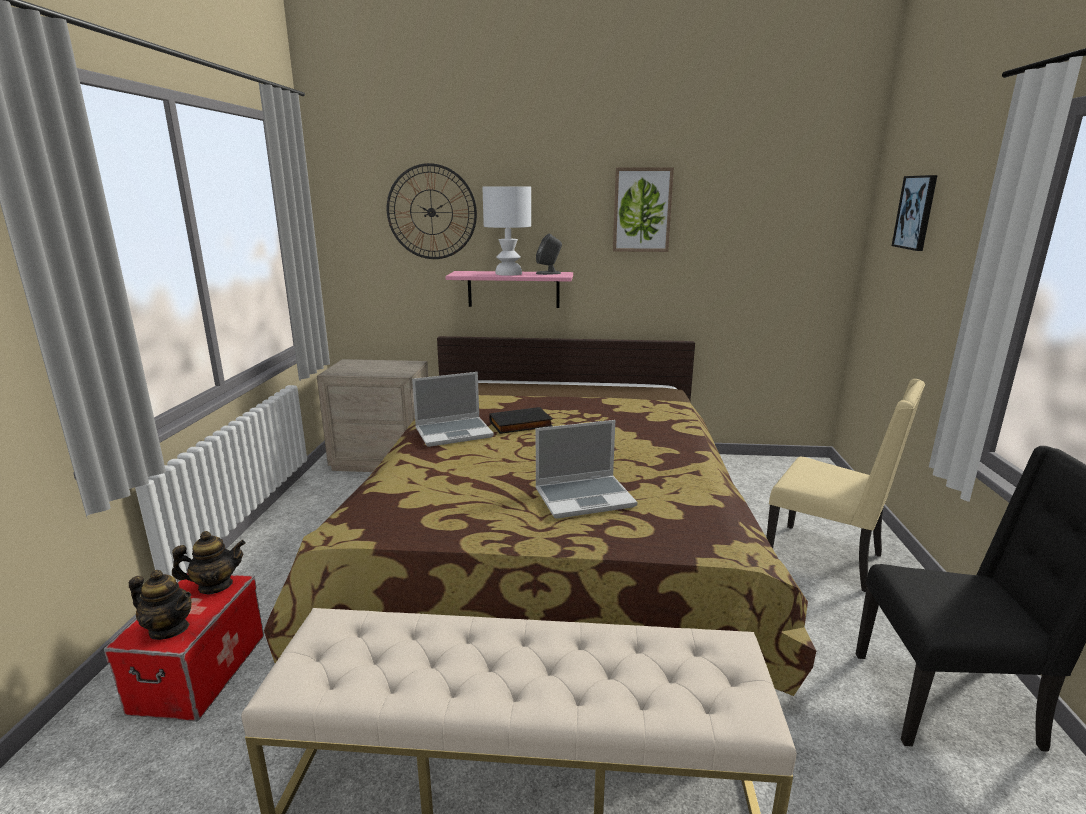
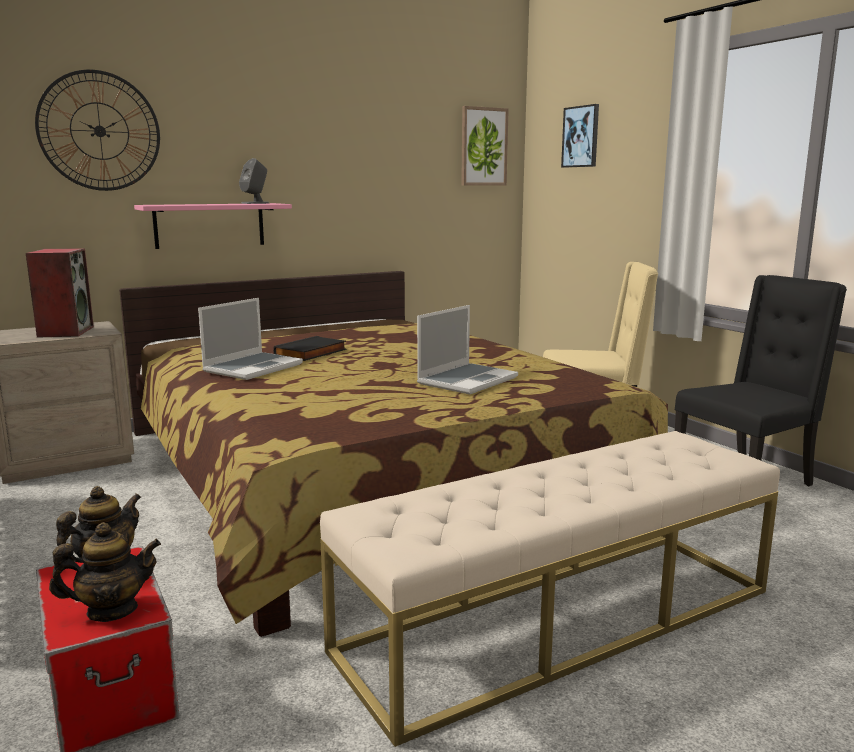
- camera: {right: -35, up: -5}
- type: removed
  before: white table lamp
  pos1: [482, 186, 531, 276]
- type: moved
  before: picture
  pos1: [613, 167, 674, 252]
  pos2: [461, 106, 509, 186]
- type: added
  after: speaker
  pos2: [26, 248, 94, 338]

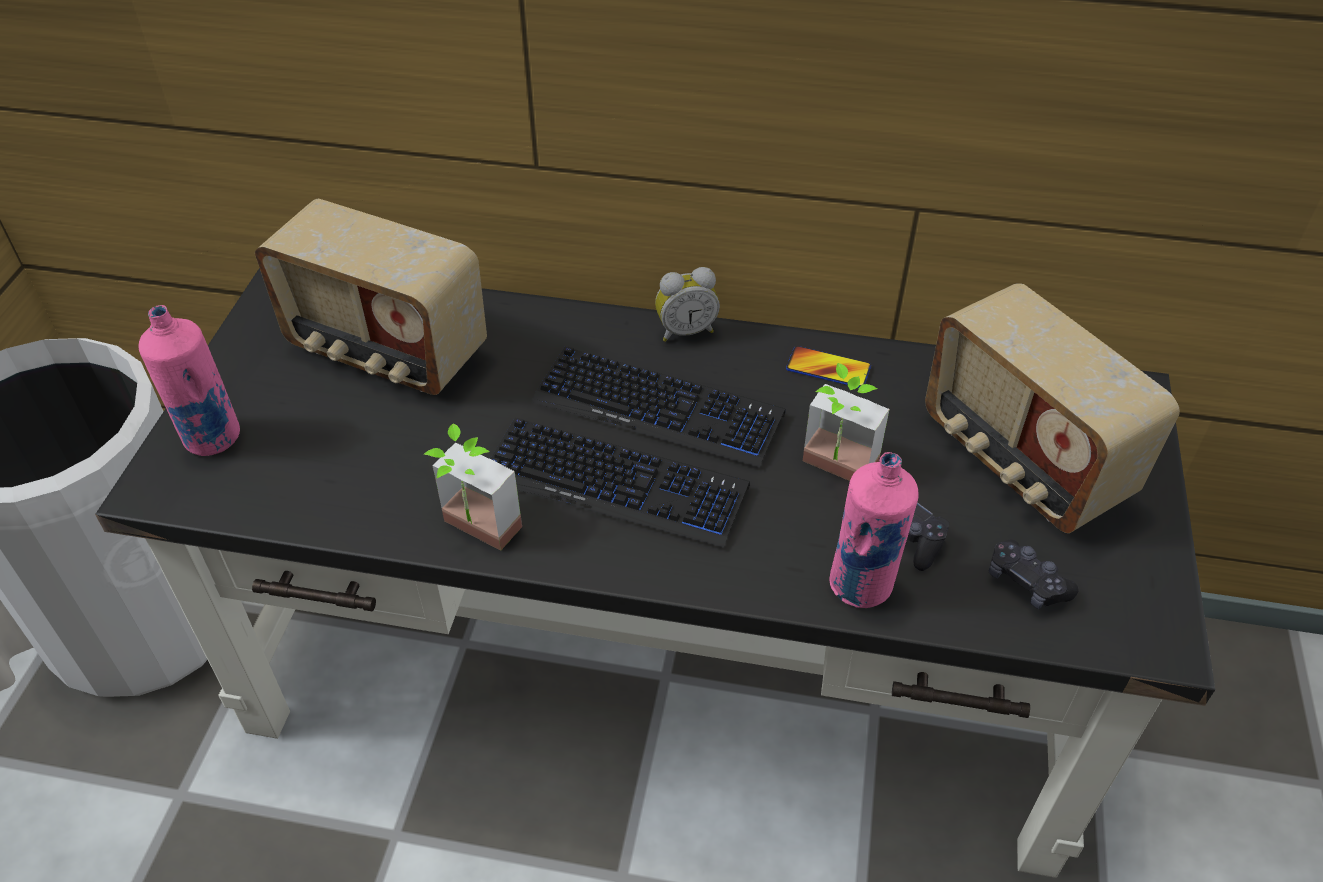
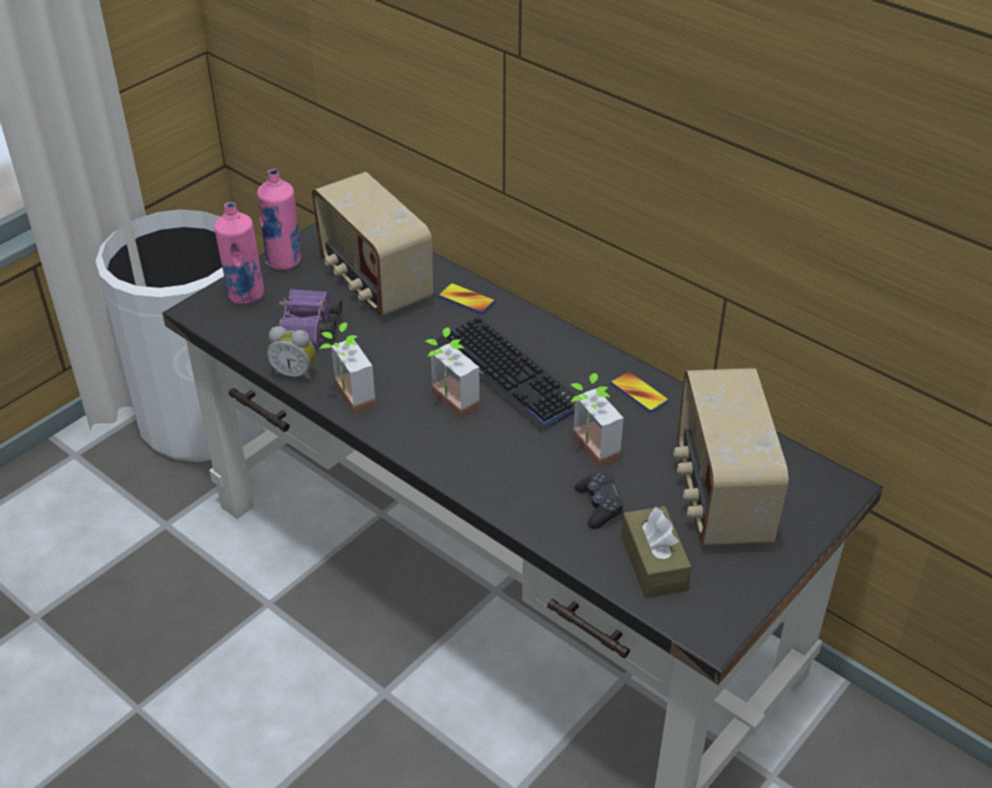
- camera: {right: 30, up: -5}
- type: replaced
  before: keyboard
  after: potted plant
  pos1: [490, 418, 750, 548]
  pos2: [425, 327, 480, 419]
- type: moved
  before: alarm clock
  pos1: [655, 267, 720, 342]
  pos2: [267, 326, 316, 382]
- type: moved
  before: pink bottle
  pos1: [830, 452, 919, 608]
  pos2: [257, 169, 301, 270]
- type: replaced
  before: black game controller
  after: brown tissue box
  pos1: [989, 539, 1079, 609]
  pos2: [621, 506, 692, 598]
- type: added
  after: purple binoculars
  pos2: [279, 289, 342, 346]
- type: added
  after: phone
  pos2: [438, 283, 496, 314]

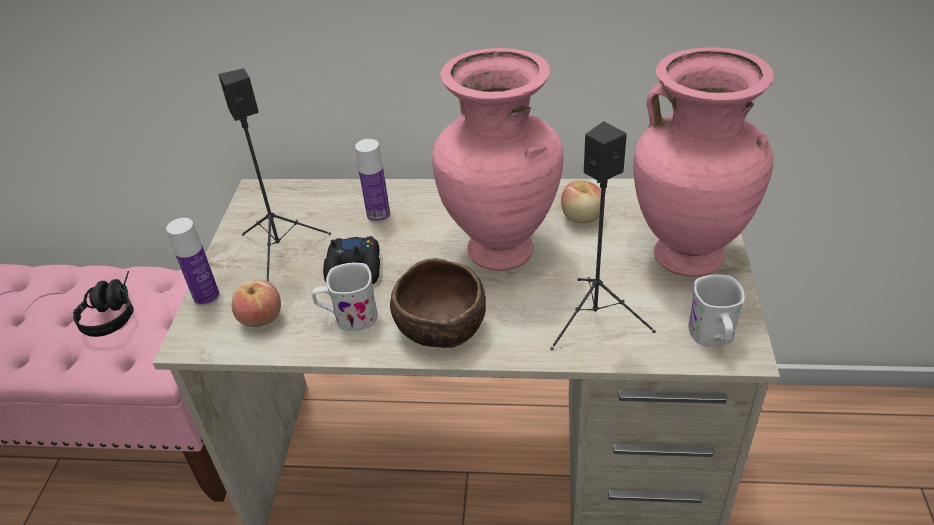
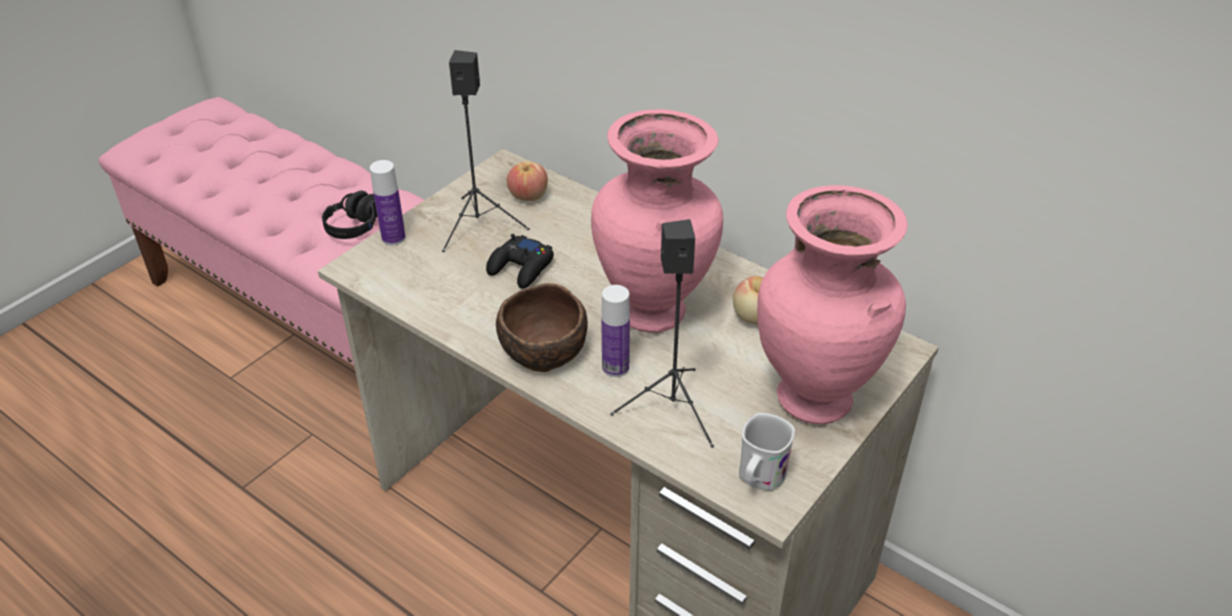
- camera: {right: 30, up: 0}
- type: moved
  before: apple
  pos1: [232, 280, 281, 327]
  pos2: [507, 161, 548, 201]
- type: removed
  before: white mug
  pos1: [312, 263, 377, 331]
- type: moved
  before: bottle
  pos1: [355, 139, 390, 223]
  pos2: [601, 285, 630, 377]

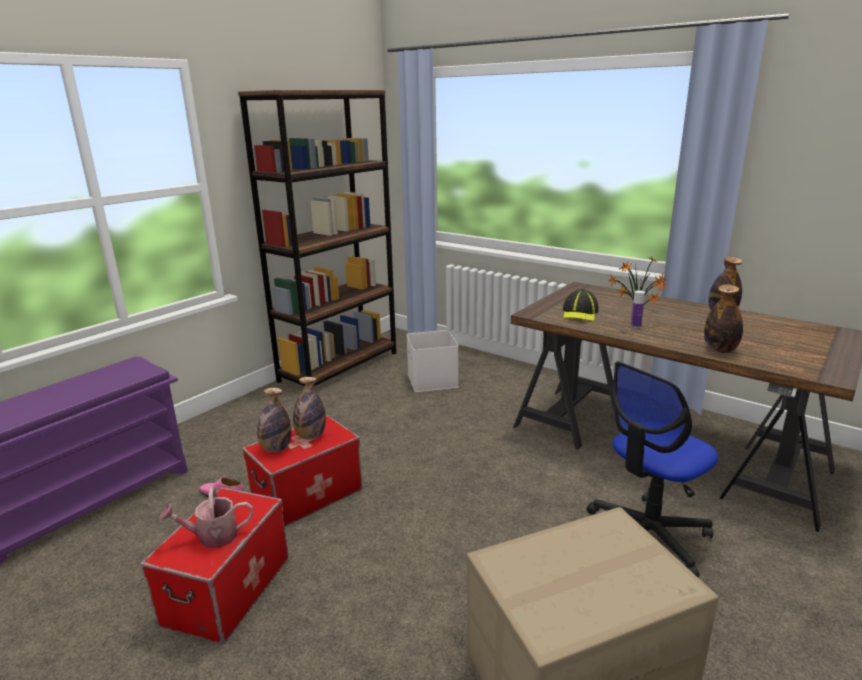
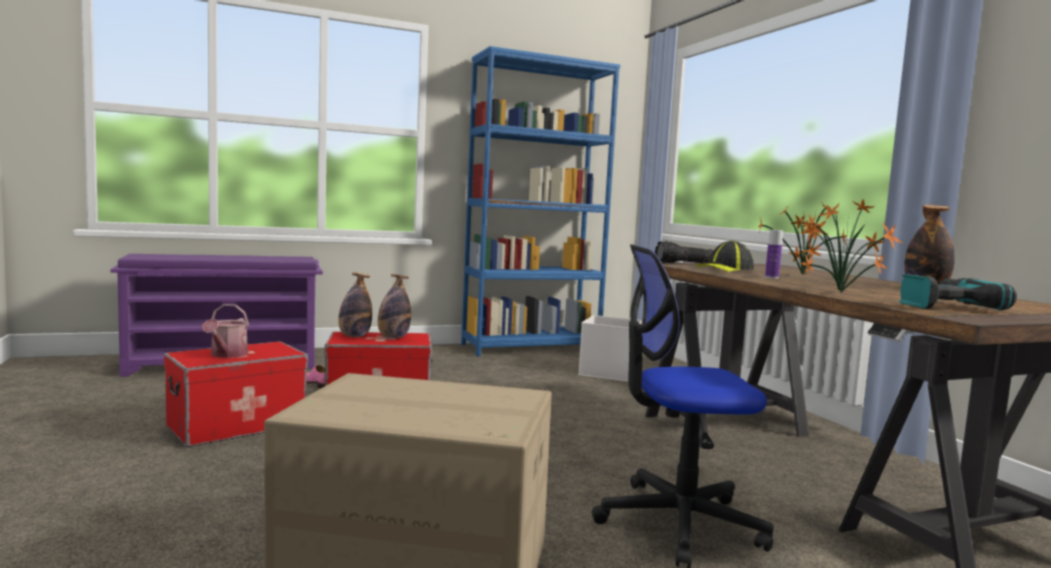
- camera: {right: 30, up: -15}
- type: turned
  before: watering can
  pos1: [160, 487, 253, 548]
  pos2: [202, 304, 249, 358]
  turn: -105
- type: recoloured
  before: brown bookcase
  after: blue bookcase
  pos1: [238, 90, 396, 386]
  pos2: [461, 46, 620, 356]
- type: replaced
  before: bottle
  after: potted plant
  pos1: [704, 284, 743, 353]
  pos2: [800, 199, 903, 293]
- type: added
  after: flashlight
  pos2: [655, 241, 714, 264]
- type: added
  after: power drill
  pos2: [899, 274, 1017, 310]

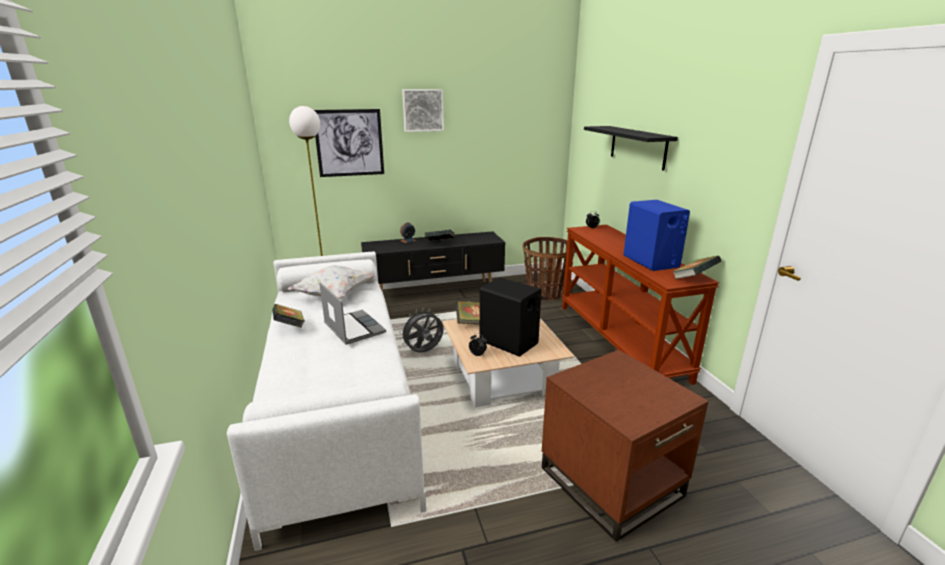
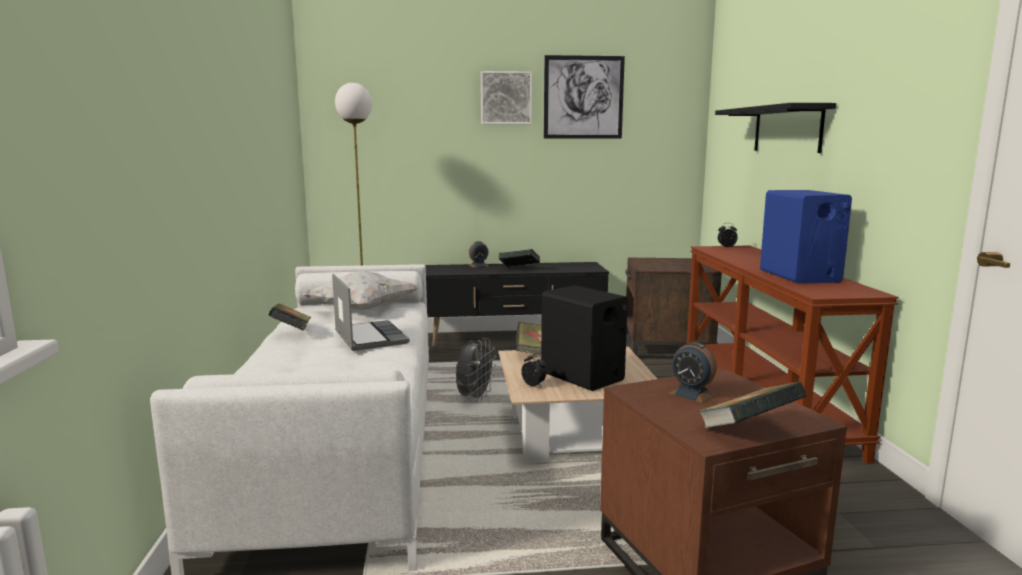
- camera: {right: 10, up: -10}
- type: moved
  before: picture
  pos1: [314, 109, 384, 177]
  pos2: [544, 55, 625, 138]
- type: turned
  before: grey fan
  pos1: [399, 308, 443, 353]
  pos2: [456, 338, 497, 402]
  turn: 135
- type: replaced
  before: basket
  after: brown side table
  pos1: [523, 237, 576, 300]
  pos2: [625, 258, 722, 359]
- type: moved
  before: book
  pos1: [672, 255, 722, 279]
  pos2: [698, 382, 807, 429]
- type: added
  after: alarm clock
  pos2: [668, 342, 717, 404]

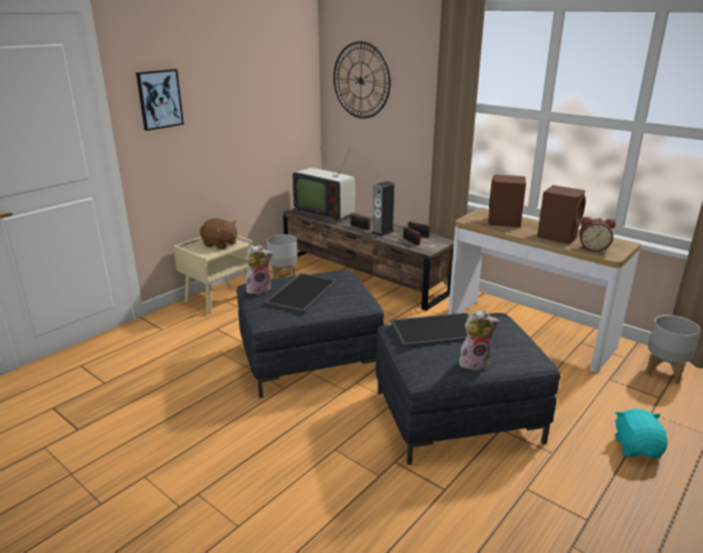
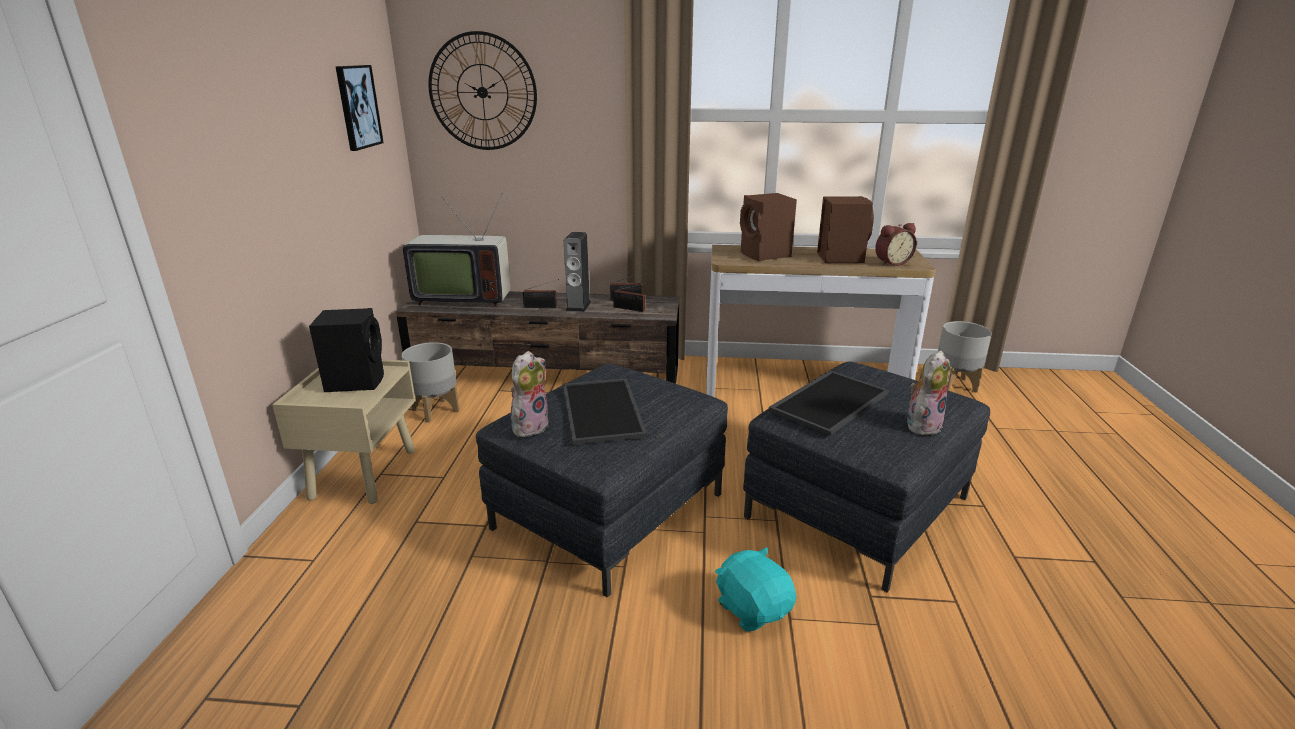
- camera: {right: -35, up: 0}
- type: moved
  before: picture
  pos1: [136, 69, 184, 131]
  pos2: [335, 65, 384, 151]
- type: replaced
  before: brown plush toy
  after: black speaker
  pos1: [200, 218, 237, 250]
  pos2: [309, 308, 384, 392]
- type: moved
  before: turquoise plush toy
  pos1: [615, 409, 667, 458]
  pos2: [715, 547, 797, 631]

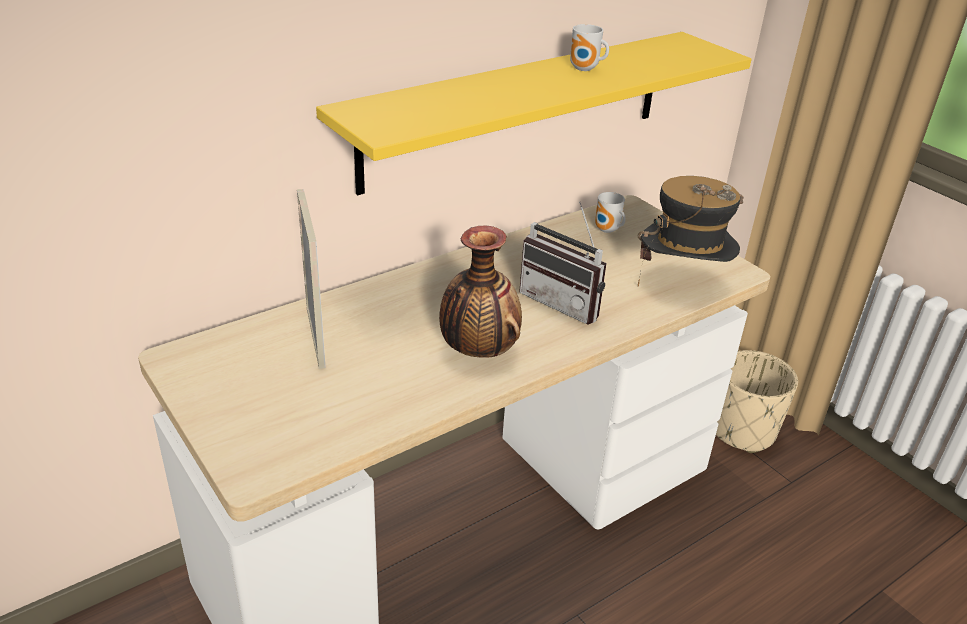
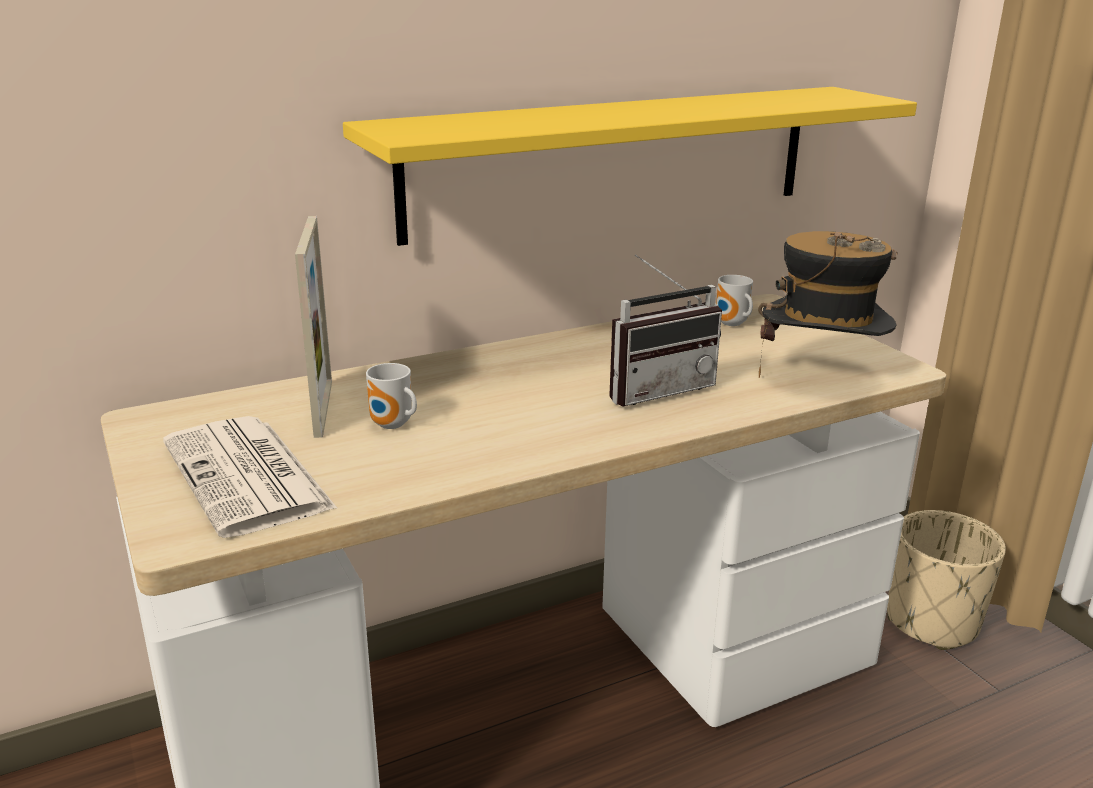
- camera: {right: 10, up: -10}
- type: removed
  before: vase
  pos1: [439, 225, 522, 358]
- type: turned
  before: radio
  pos1: [519, 202, 607, 324]
  pos2: [609, 254, 722, 407]
  turn: -75
- type: moved
  before: mug
  pos1: [570, 24, 609, 71]
  pos2: [366, 363, 417, 429]
- type: added
  after: newspaper
  pos2: [163, 416, 338, 538]

